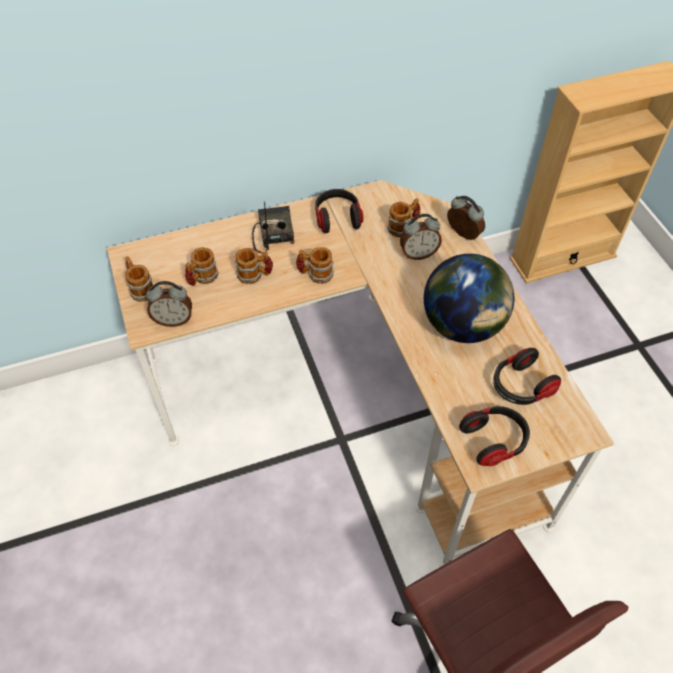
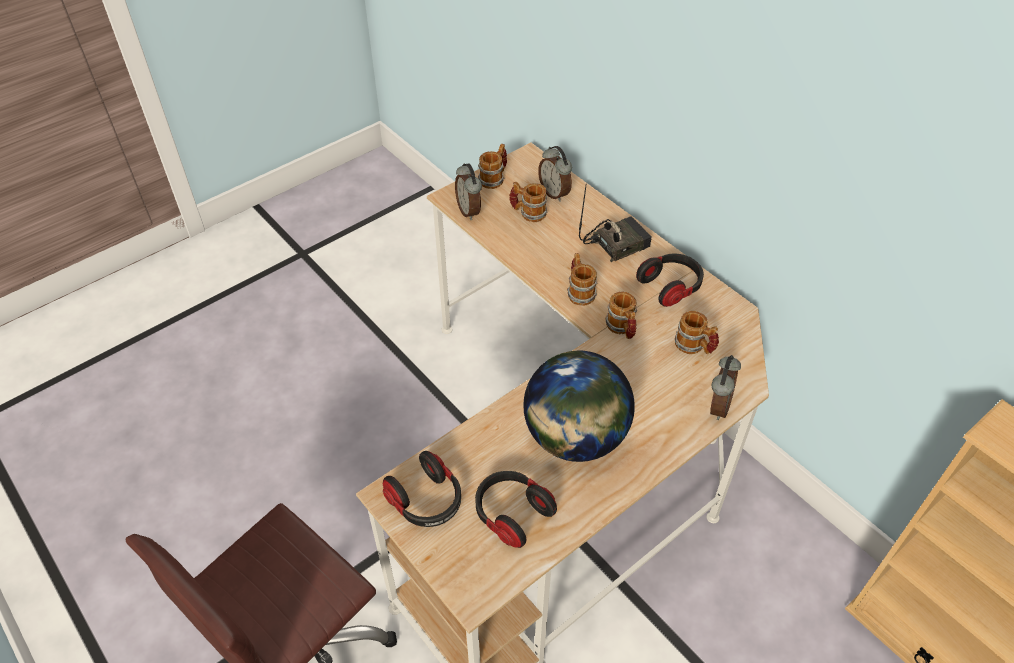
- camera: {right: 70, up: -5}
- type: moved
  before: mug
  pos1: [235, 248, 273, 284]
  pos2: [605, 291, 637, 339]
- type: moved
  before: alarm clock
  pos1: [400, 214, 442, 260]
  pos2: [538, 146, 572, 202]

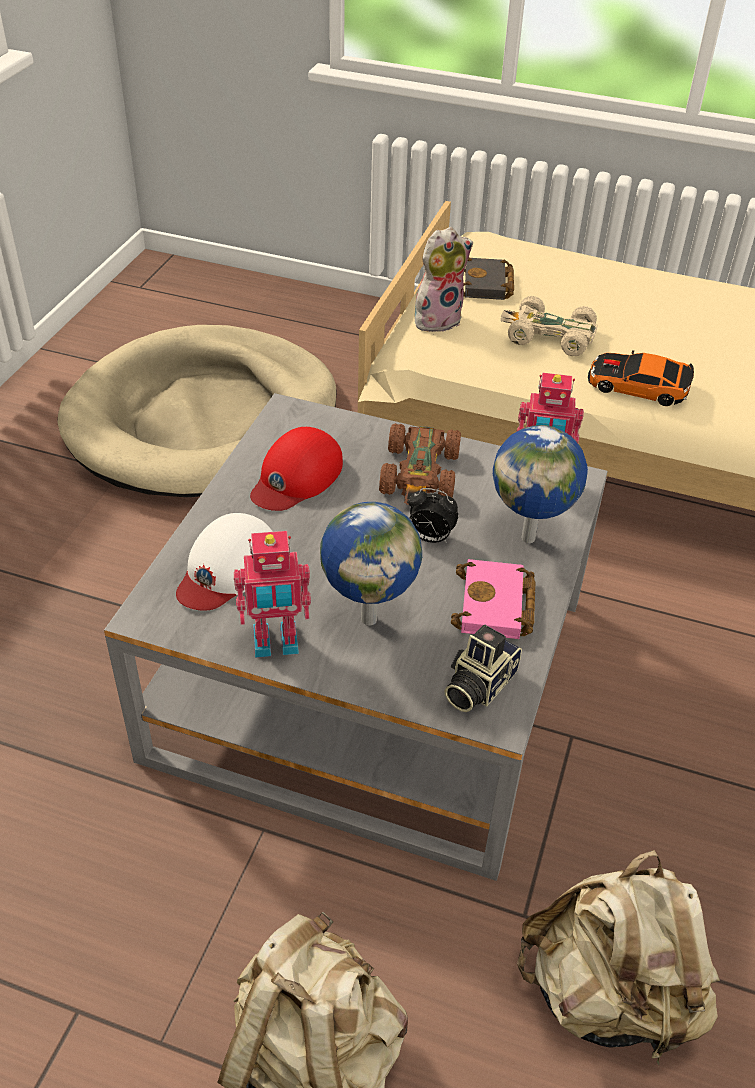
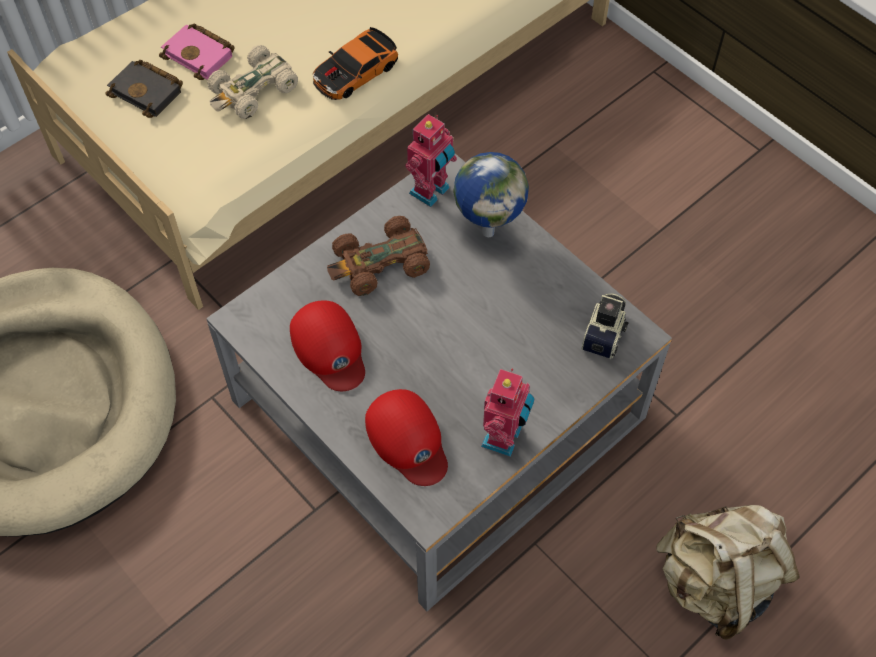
- camera: {right: -60, up: 15}
- type: recoloured
  before: white cap
  after: red cap
  pos1: [176, 513, 273, 611]
  pos2: [365, 389, 448, 486]
- type: removed
  before: globe
  pos1: [320, 502, 422, 625]
- type: turned
  before: brown toy car
  pos1: [379, 423, 461, 505]
  pos2: [327, 216, 430, 296]
  turn: 120
- type: removed
  before: alarm clock
  pos1: [408, 488, 458, 543]
- type: removed
  before: plush toy
  pos1: [415, 227, 473, 333]
- type: turned
  before: photo camera
  pos1: [445, 625, 522, 712]
  pos2: [581, 293, 629, 359]
  turn: -135
- type: moved
  before: pink book
  pos1: [451, 559, 535, 639]
  pos2: [159, 24, 235, 80]
- type: removed
  before: beige backpack
  pos1: [517, 850, 720, 1065]

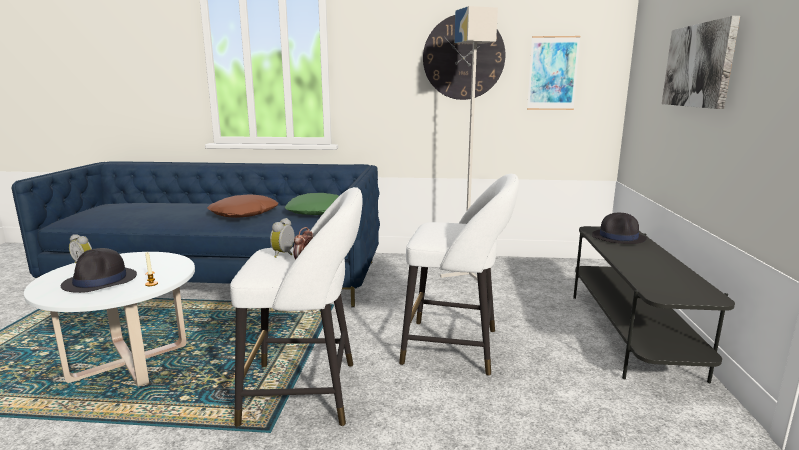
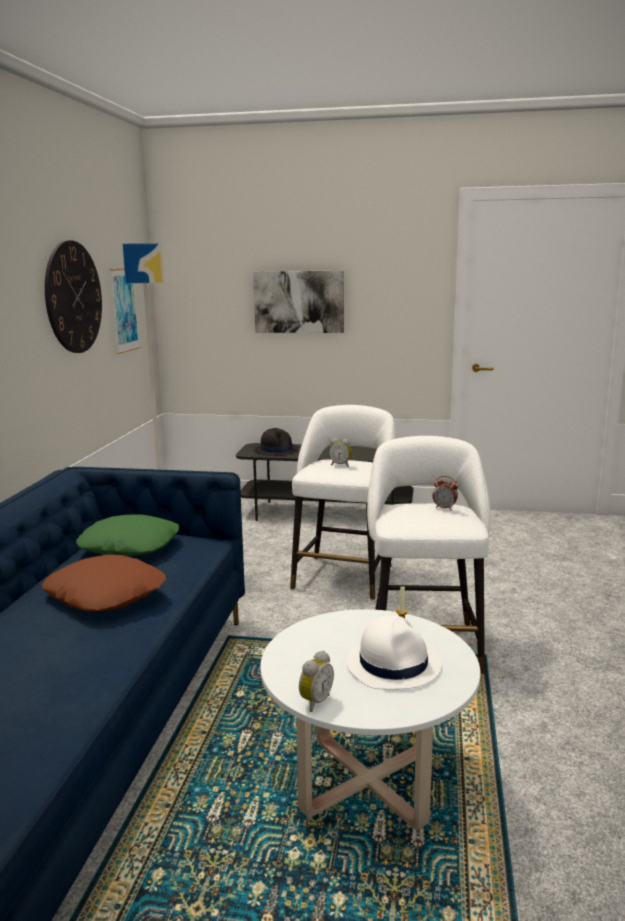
- camera: {right: -85, up: 0}
- type: recoloured
  before: black hat
  after: white hat
  pos1: [61, 248, 137, 293]
  pos2: [346, 616, 442, 689]
- type: moved
  before: alarm clock
  pos1: [270, 218, 295, 258]
  pos2: [329, 438, 352, 467]

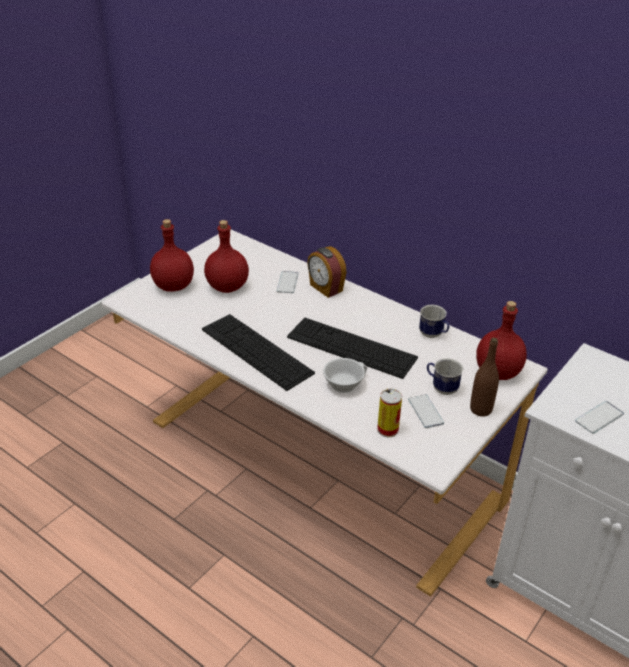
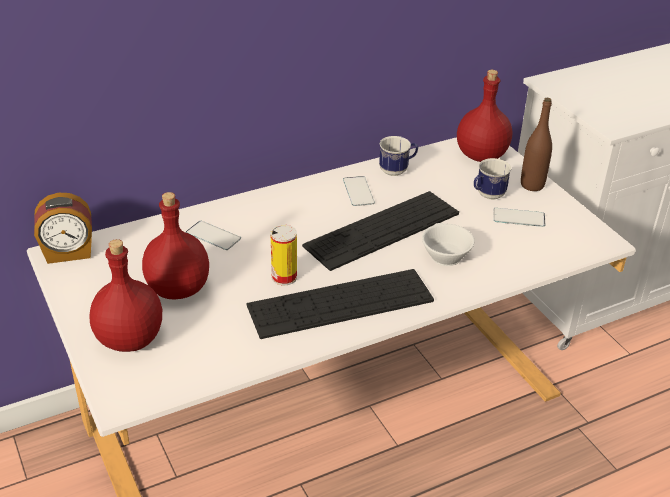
- camera: {right: -65, up: 0}
- type: moved
  before: alarm clock
  pos1: [307, 246, 347, 298]
  pos2: [34, 193, 92, 264]
- type: moved
  before: can
  pos1: [377, 388, 402, 437]
  pos2: [270, 225, 297, 285]
- type: moved
  before: phone
  pos1: [575, 401, 624, 434]
  pos2: [343, 176, 375, 206]

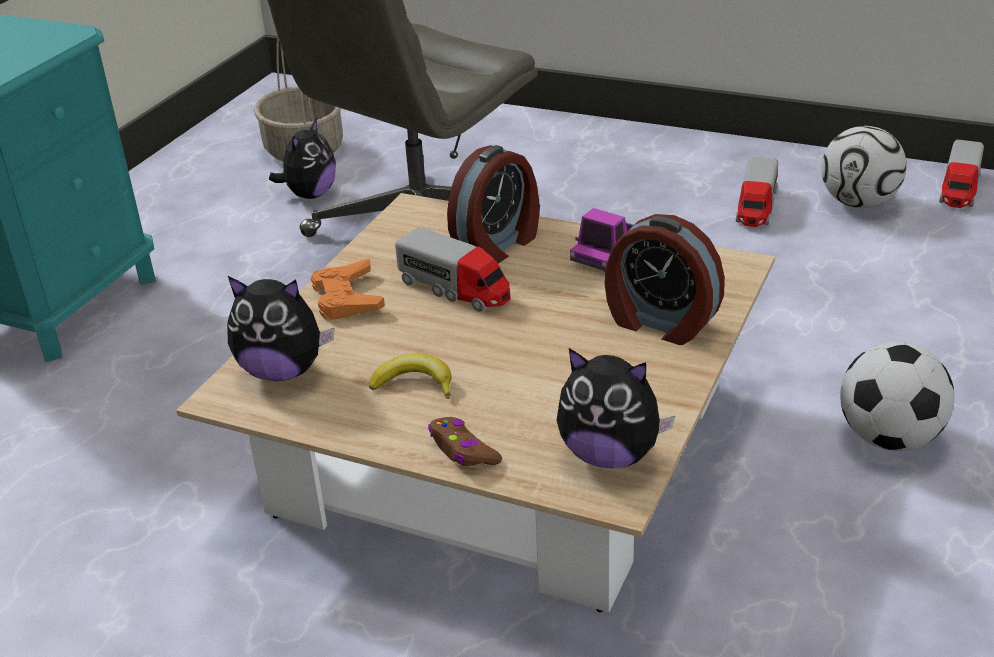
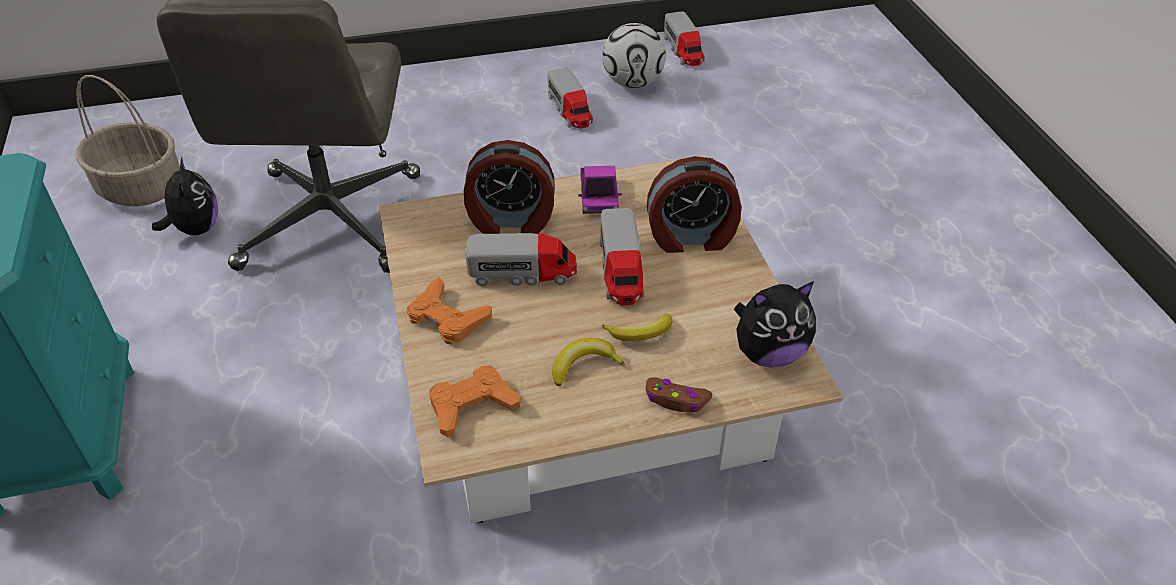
- camera: {right: -40, up: 10}
- type: replaced
  before: plush toy
  after: orange game controller
  pos1: [227, 276, 334, 381]
  pos2: [430, 366, 521, 437]
- type: turned
  before: alarm clock
  pos1: [447, 145, 539, 264]
  pos2: [464, 140, 555, 234]
  turn: 90
- type: removed
  before: football
  pos1: [840, 342, 955, 451]
- type: added
  after: toy truck
  pos2: [600, 208, 644, 305]
- type: added
  after: banana
  pos2: [602, 314, 673, 341]

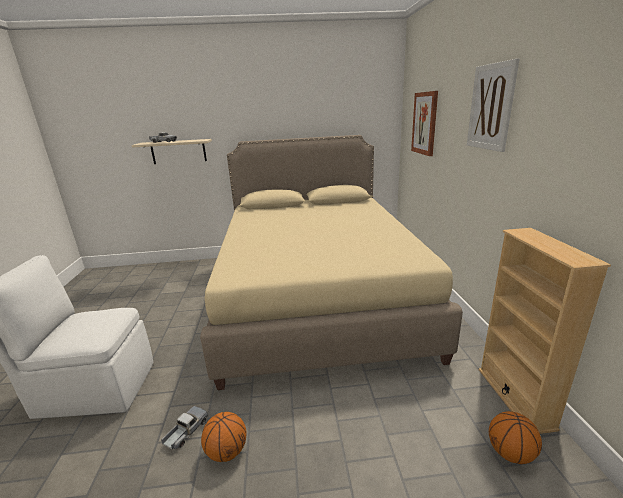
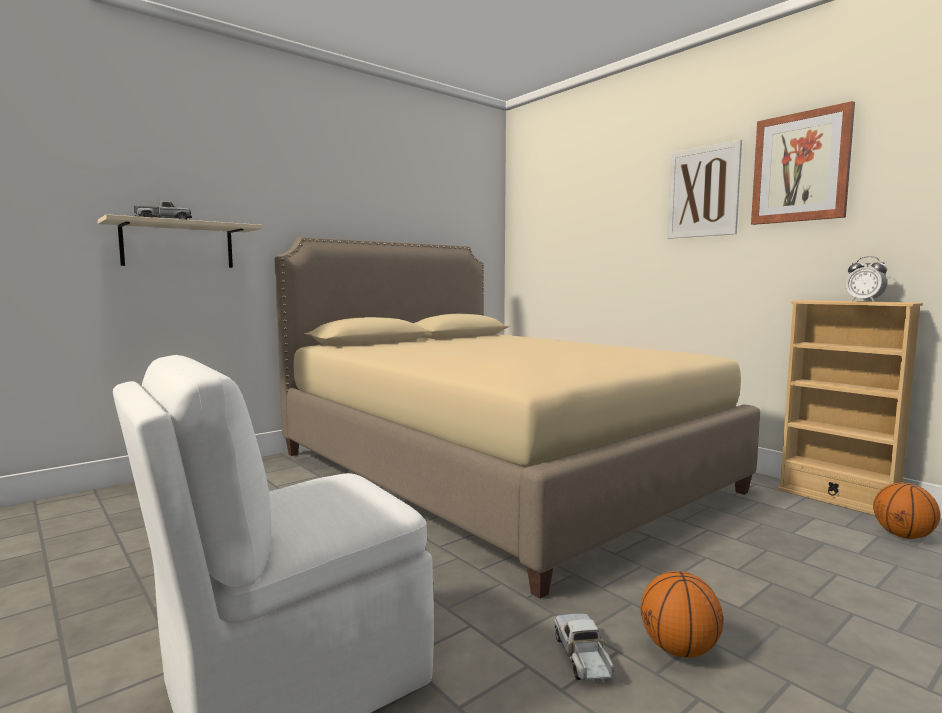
- camera: {right: -35, up: -15}
- type: moved
  before: picture
  pos1: [411, 91, 438, 156]
  pos2: [751, 101, 855, 225]
- type: added
  after: alarm clock
  pos2: [846, 256, 887, 302]

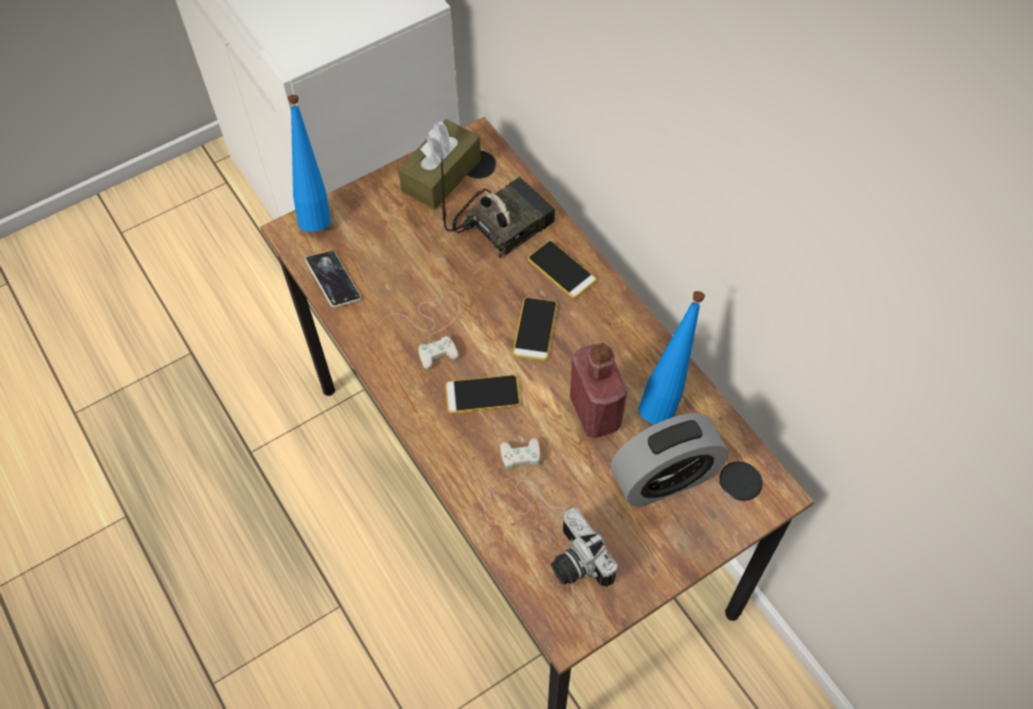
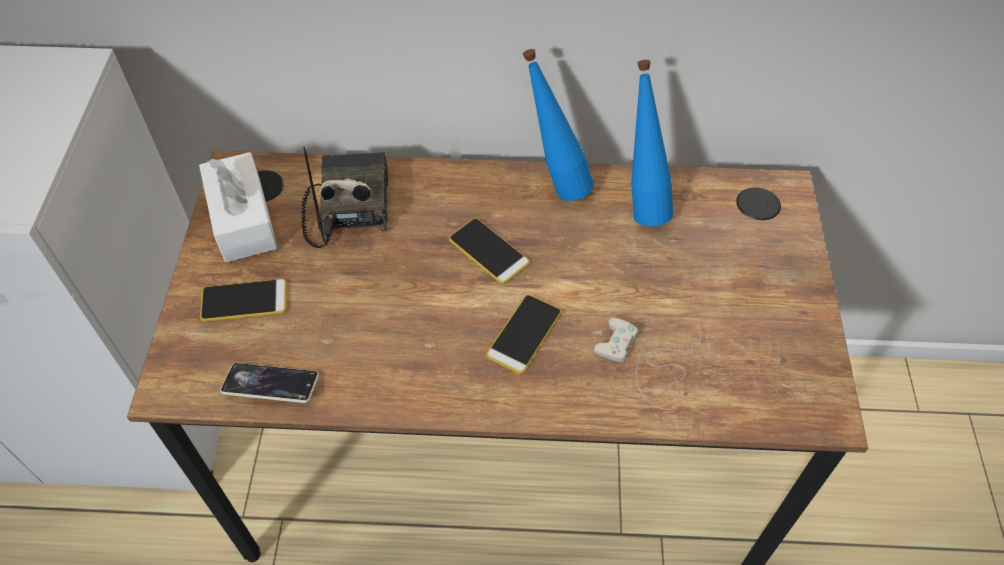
- camera: {right: -55, up: -5}
- type: moved
  before: blue bottle
  pos1: [288, 95, 331, 232]
  pos2: [523, 49, 594, 201]
- type: removed
  before: white game controller
  pos1: [379, 291, 460, 369]
- type: recoloured
  before: brown tissue box
  after: white tissue box
  pos1: [398, 119, 481, 210]
  pos2: [199, 152, 278, 262]
- type: moved
  before: phone
  pos1: [528, 241, 596, 298]
  pos2: [200, 279, 287, 322]
- type: removed
  before: photo camera
  pos1: [551, 507, 617, 587]
- type: removed
  before: red bottle
  pos1: [570, 343, 627, 438]
- type: removed
  before: alarm clock
  pos1: [610, 413, 728, 507]

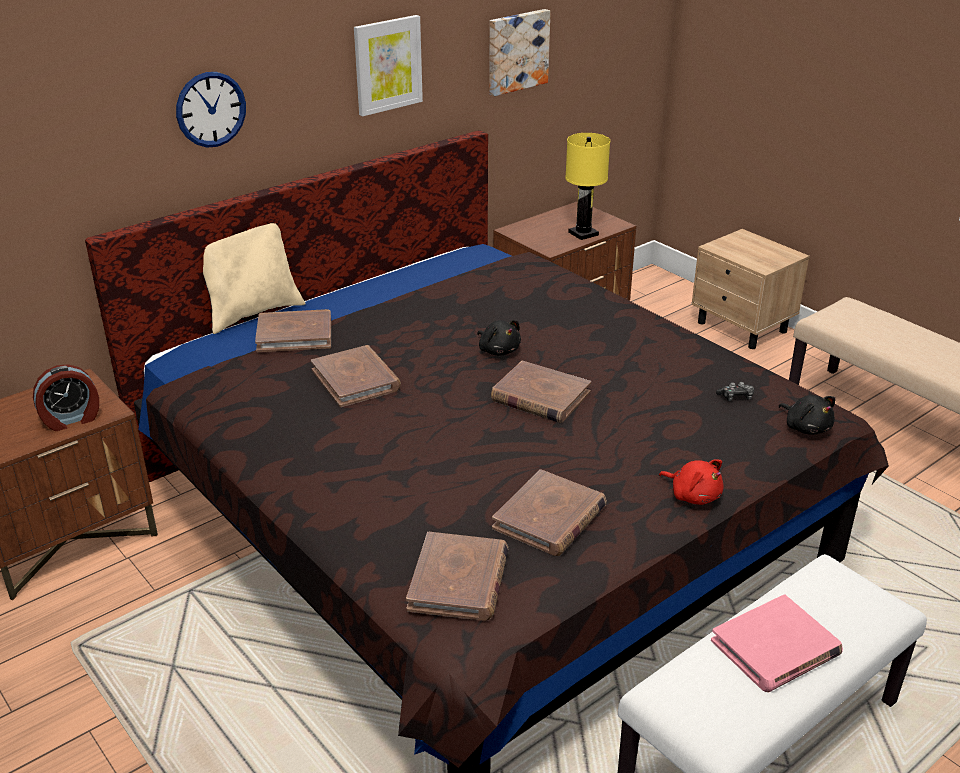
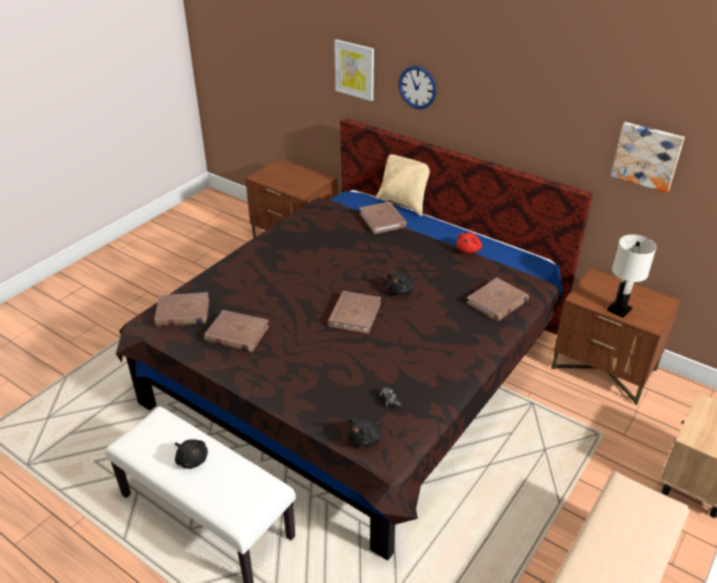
- camera: {right: 75, up: 5}
- type: removed
  before: alarm clock
  pos1: [33, 364, 99, 431]
- type: moved
  before: brown book
  pos1: [311, 345, 401, 407]
  pos2: [466, 278, 529, 321]
- type: moved
  before: picture
  pos1: [354, 15, 423, 116]
  pos2: [334, 39, 374, 101]
- type: recoloured
  before: yellow table lamp
  after: white table lamp
  pos1: [565, 133, 610, 240]
  pos2: [607, 235, 656, 318]
- type: moved
  before: red plush toy
  pos1: [659, 459, 723, 505]
  pos2: [457, 233, 482, 253]
- type: replaced
  before: pink book
  after: black plush toy
  pos1: [711, 594, 843, 692]
  pos2: [175, 439, 208, 469]

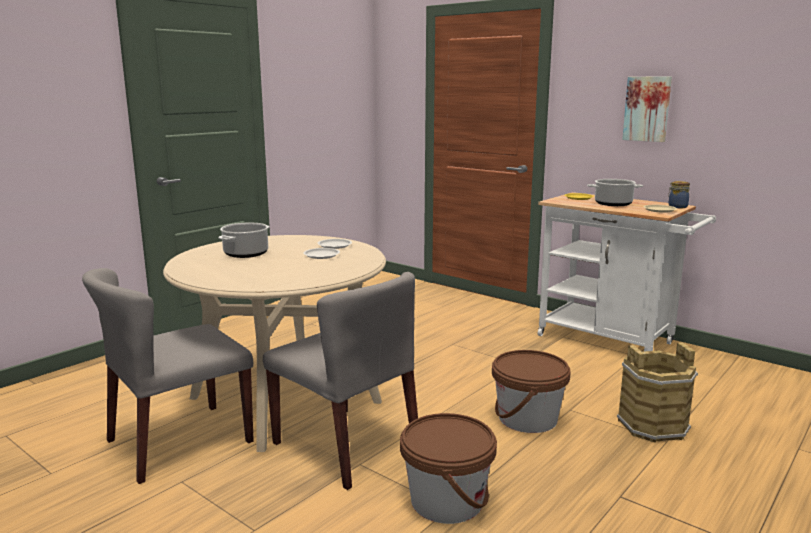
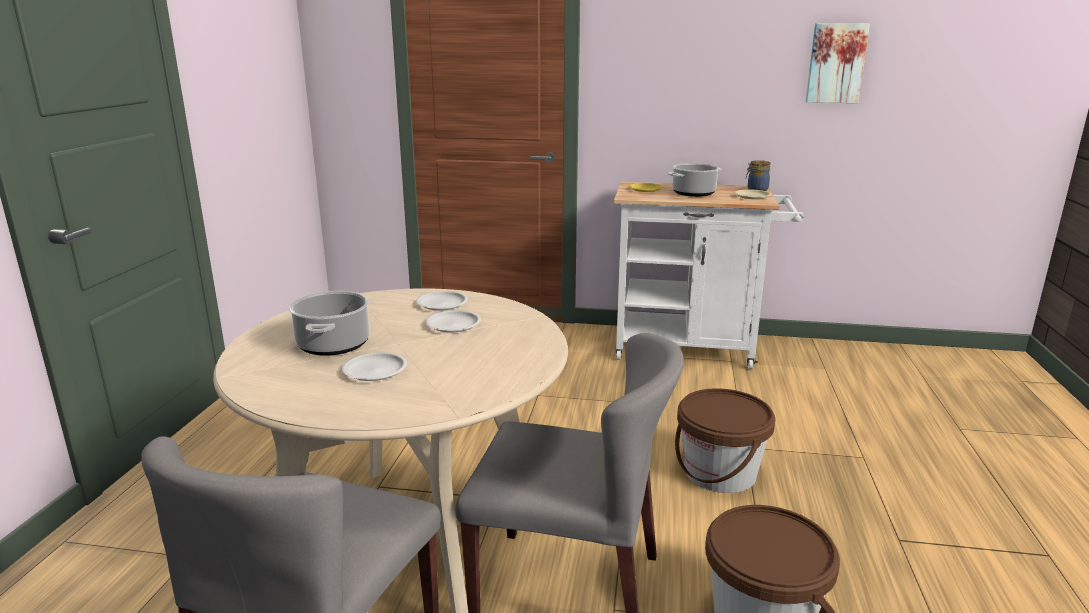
- camera: {right: -30, up: 5}
- type: removed
  before: brown bucket
  pos1: [617, 342, 698, 442]
- type: moved
  before: picture
  pos1: [622, 76, 672, 142]
  pos2: [806, 23, 870, 103]
- type: added
  after: white plate
  pos2: [342, 352, 407, 381]

